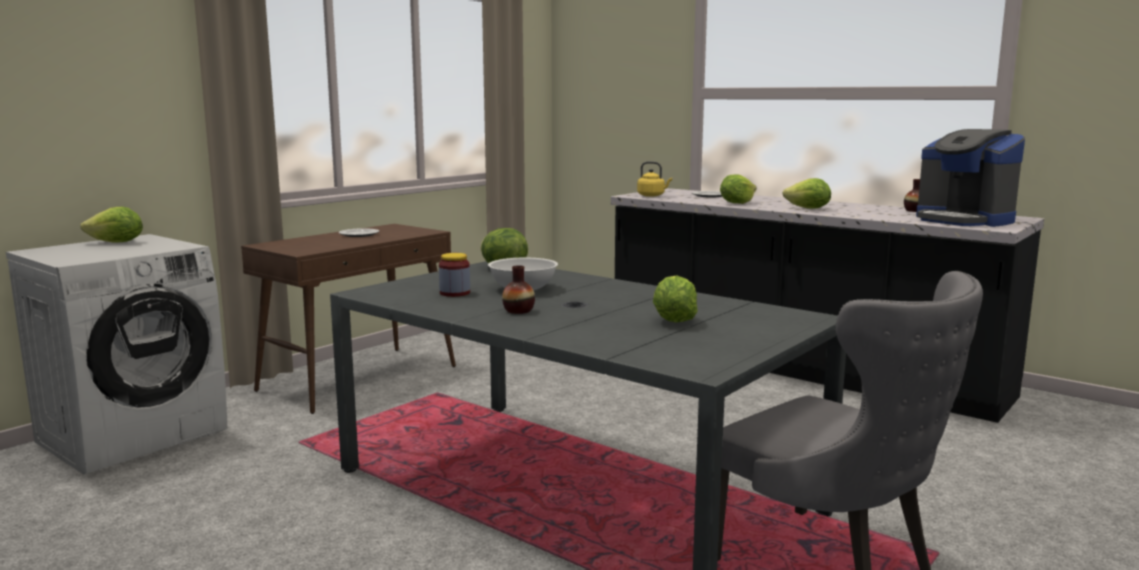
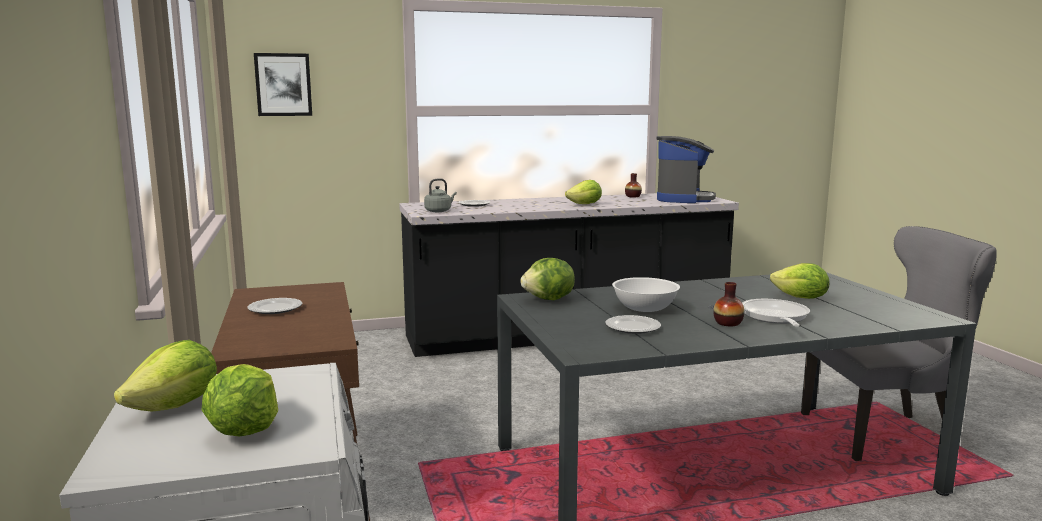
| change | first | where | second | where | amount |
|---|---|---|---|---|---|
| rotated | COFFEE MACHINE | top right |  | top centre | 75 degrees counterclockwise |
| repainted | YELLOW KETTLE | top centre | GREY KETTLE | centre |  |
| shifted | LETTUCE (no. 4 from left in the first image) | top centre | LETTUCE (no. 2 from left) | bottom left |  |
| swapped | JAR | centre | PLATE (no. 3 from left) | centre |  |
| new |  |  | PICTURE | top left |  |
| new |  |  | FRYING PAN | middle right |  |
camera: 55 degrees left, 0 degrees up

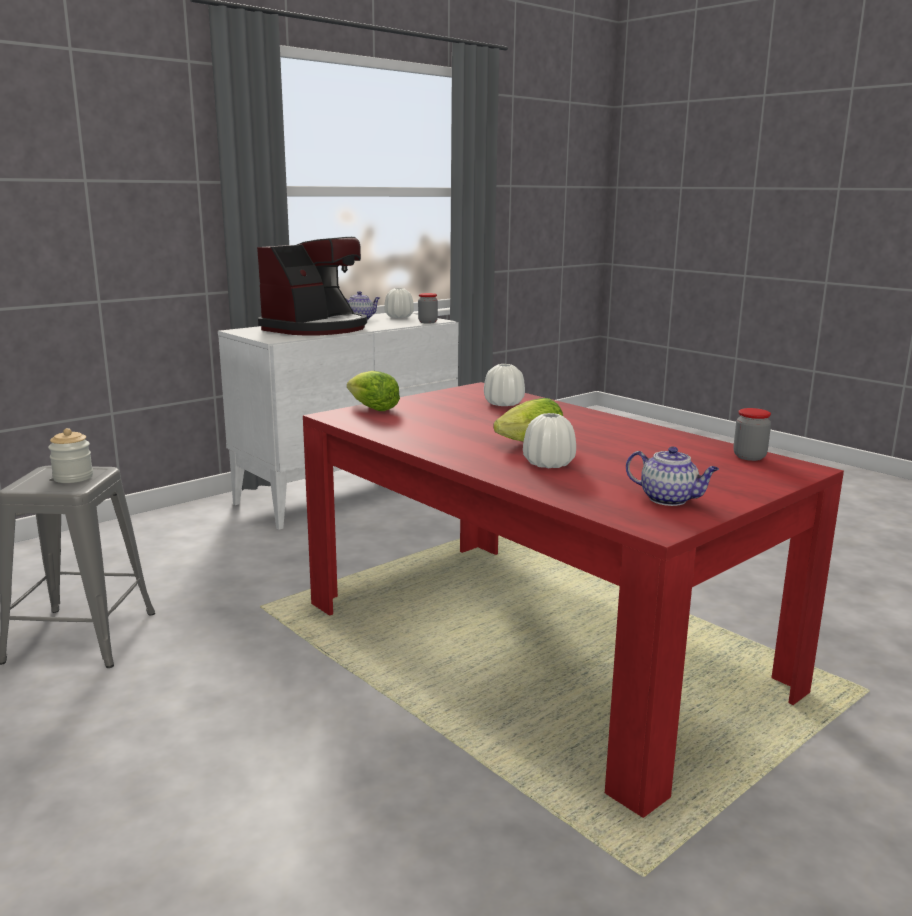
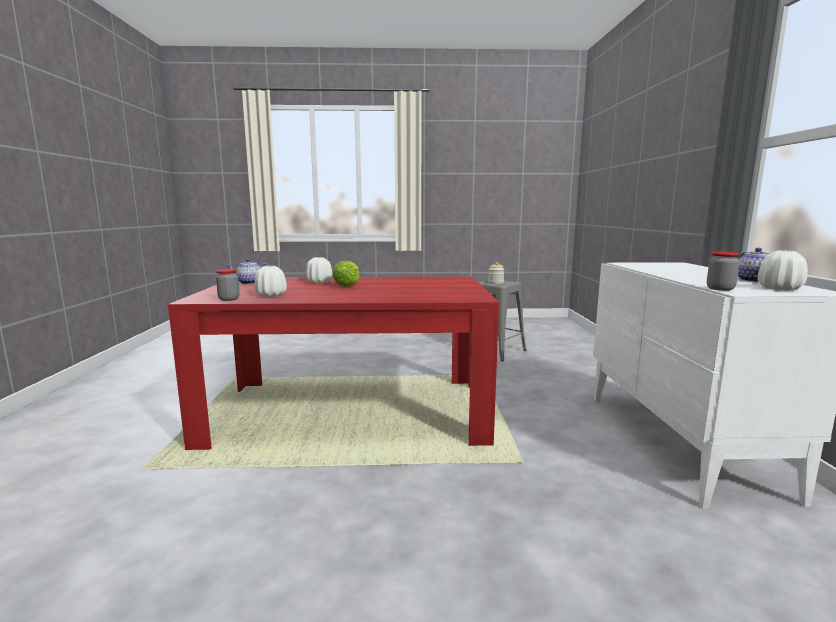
| change | first | where | second | where | amount |
|---|---|---|---|---|---|
| gone | COFFEE MACHINE | top centre |  |  |  |
| shifted | WHITE VASE (no. 2 from left in the first image) | centre | WHITE VASE (no. 1 from left) | middle left |  |
| gone | LETTUCE (no. 1 from left) | centre |  |  |  |
camera: 130 degrees right, 5 degrees down

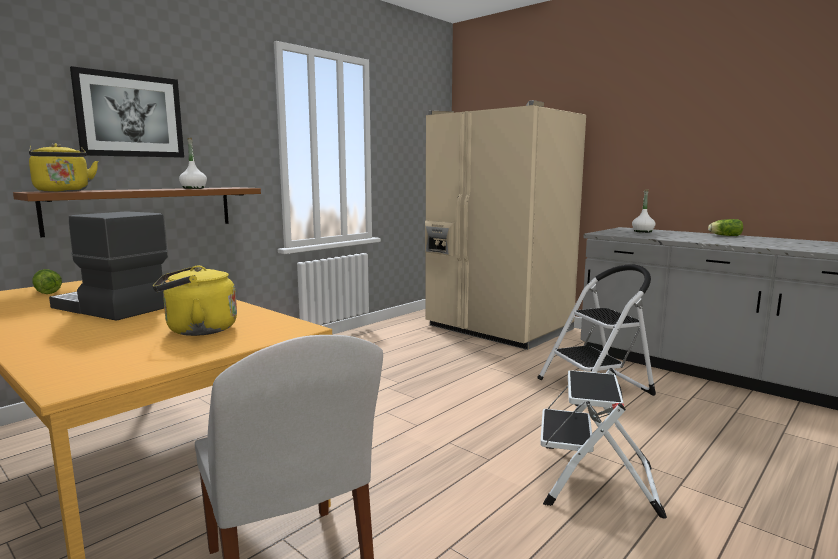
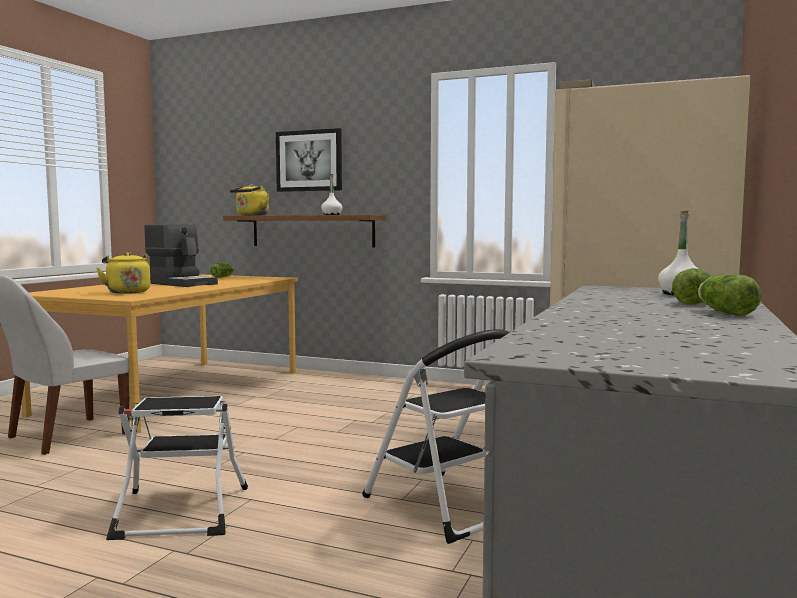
| change | first | where | second | where | amount |
|---|---|---|---|---|---|
| rotated | COFFEE MACHINE | middle left |  | middle left | 120 degrees clockwise |
| new |  |  | LETTUCE (no. 2 from left) | middle right |  |
camera: 70 degrees right, 5 degrees down

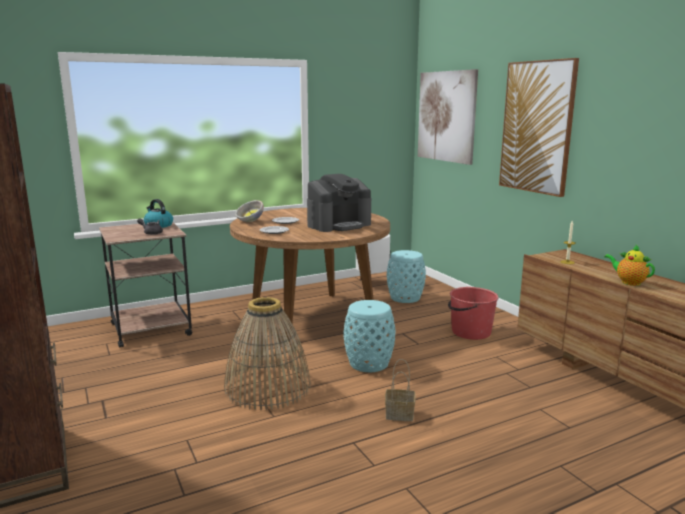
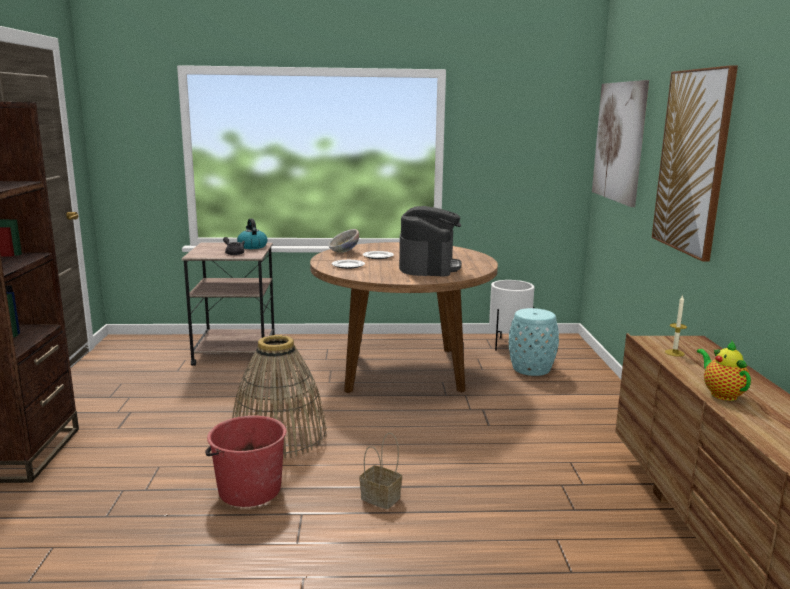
| change | first | where | second | where | amount |
|---|---|---|---|---|---|
| rotated | COFFEE MACHINE | centre |  | centre | 75 degrees counterclockwise |
| shifted | RED BUCKET | middle right |  | bottom left |  |
| gone | TURQUOISE STOOL (no. 1 from left) | centre |  |  |  |
camera: 25 degrees right, 0 degrees up

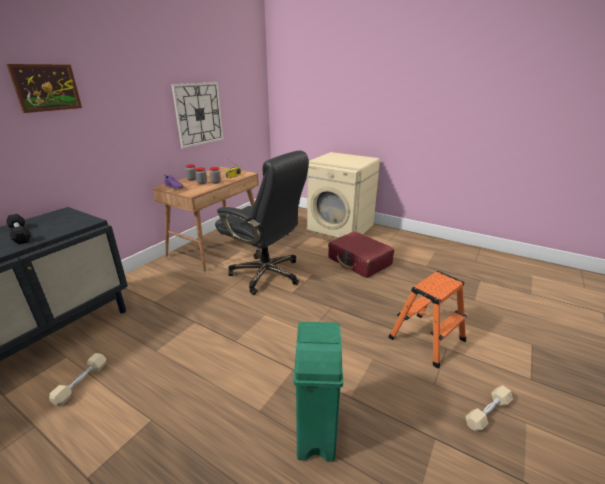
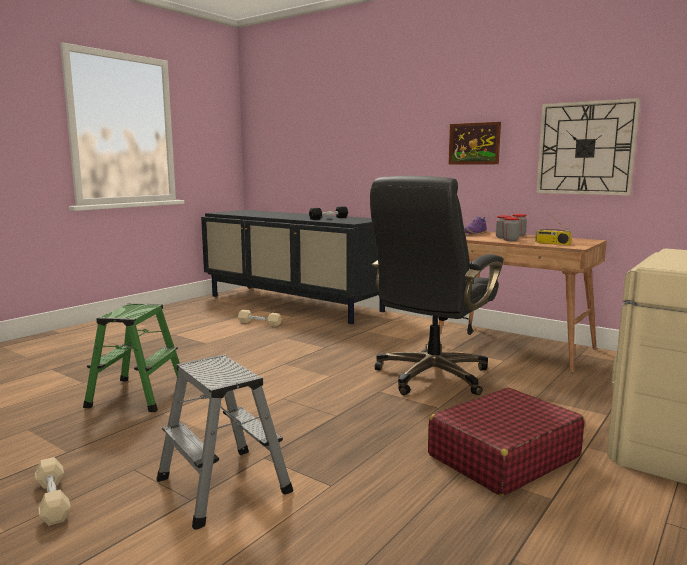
| change | first | where | second | where | amount |
|---|---|---|---|---|---|
| shifted | PICTURE | top left |  | top right |  |
| repainted | ORANGE STEP LADDER | middle right | GREY STEP LADDER | bottom left |  |
| swapped | GREEN TRASH CAN | bottom centre | GREEN STEP LADDER | middle left |  |
camera: 95 degrees right, 15 degrees down

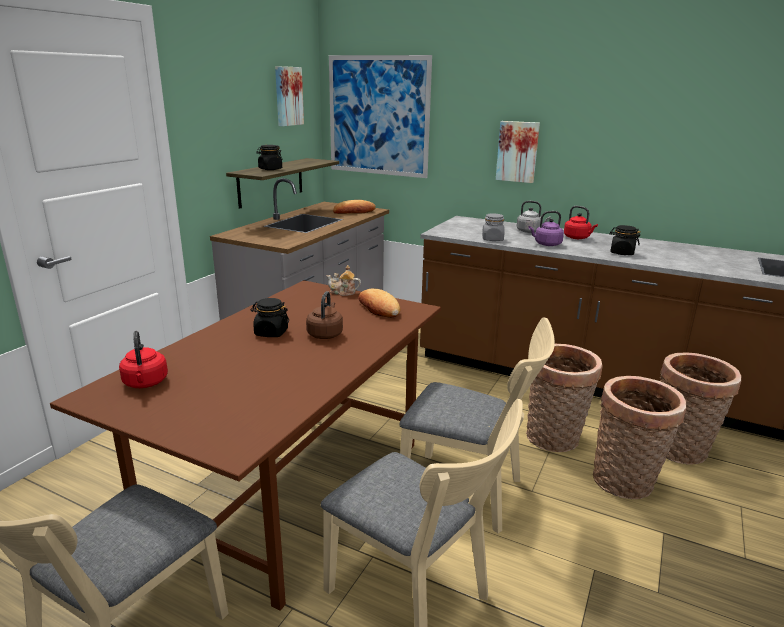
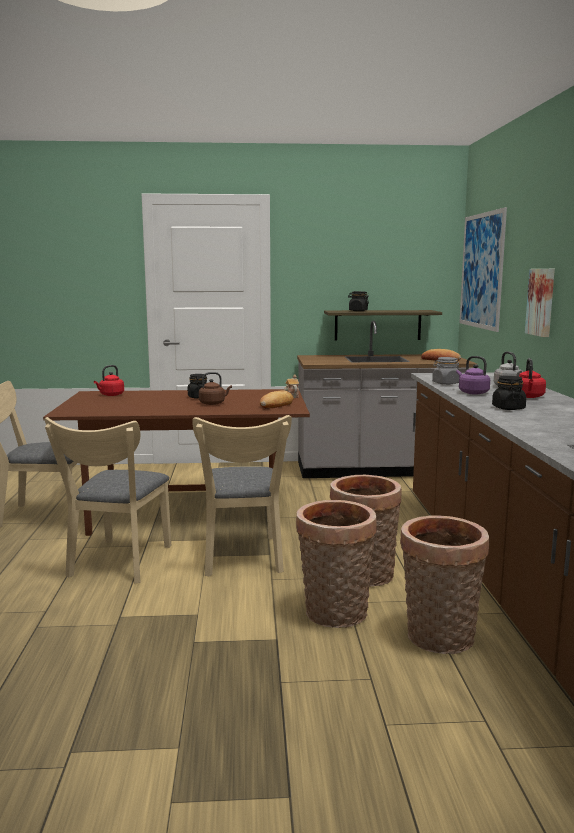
| change | first | where | second | where | amount |
|---|---|---|---|---|---|
| gone | PICTURE (no. 1 from left) | top centre |  |  |  |
camera: 60 degrees right, 10 degrees down

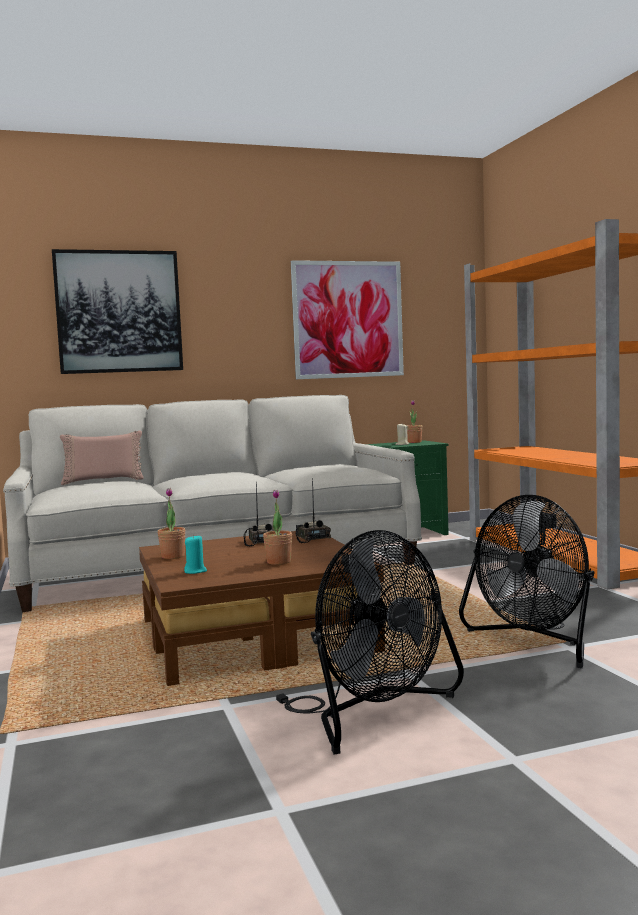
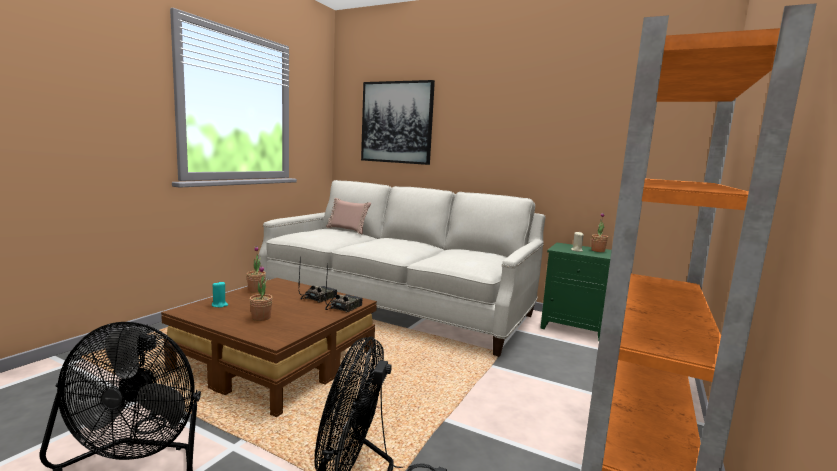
| change | first | where | second | where | amount |
|---|---|---|---|---|---|
| gone | PICTURE (no. 2 from left) | centre |  |  |  |
camera: 45 degrees right, 5 degrees up

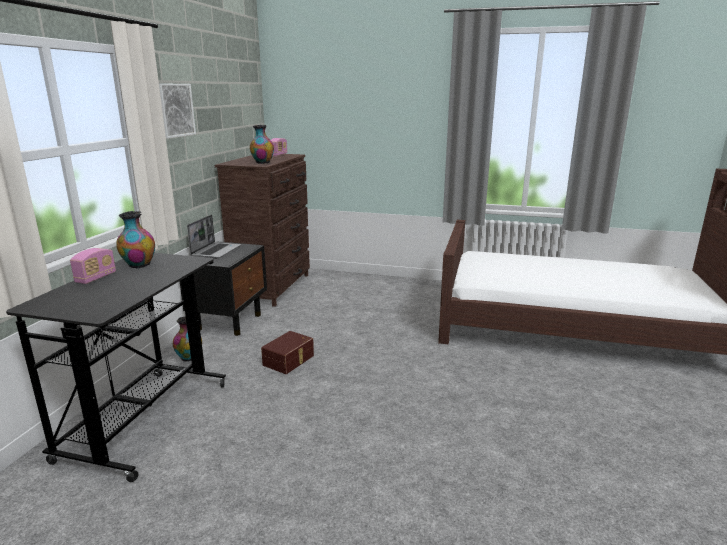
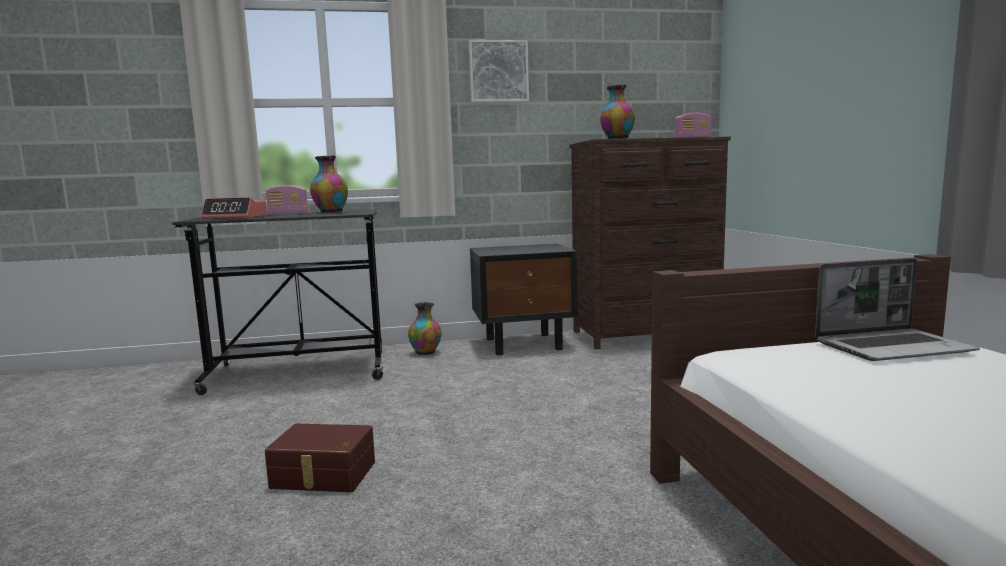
| change | first | where | second | where | amount |
|---|---|---|---|---|---|
| shifted | LAPTOP | middle left |  | middle right |  |
| shifted | BROWN STORAGE BOX | centre |  | bottom left |  |
| new |  |  | ALARM CLOCK | middle left |  |
camera: 65 degrees right, 10 degrees down

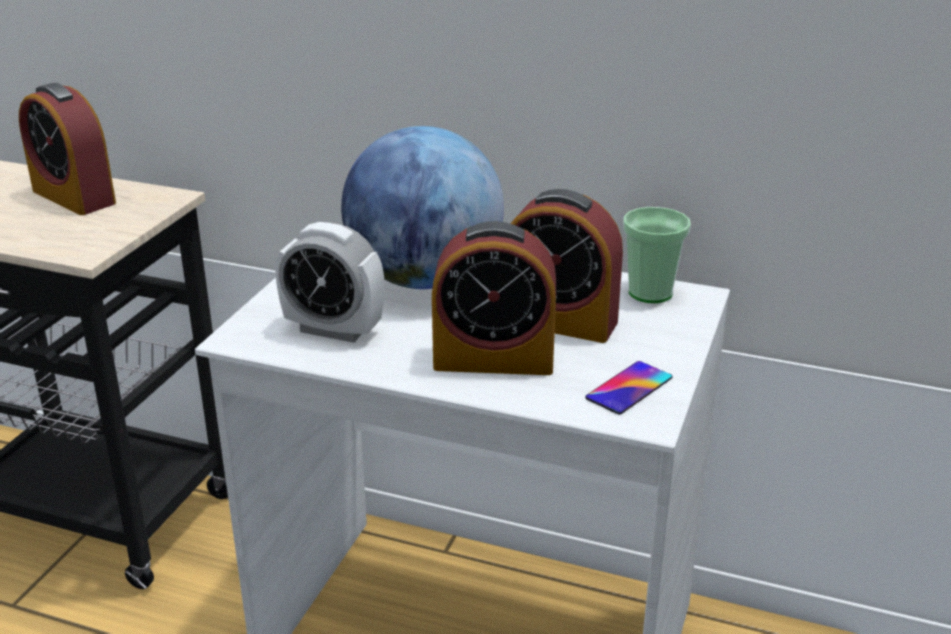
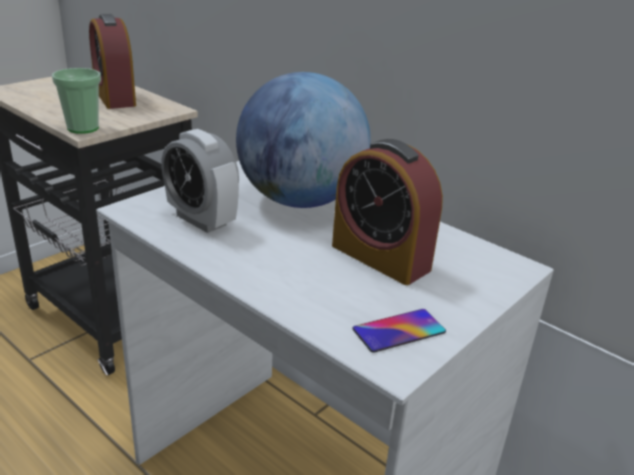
| change | first | where | second | where | amount |
|---|---|---|---|---|---|
| shifted | CUP | middle right |  | top left |  |
| gone | ALARM CLOCK (no. 3 from left) | centre |  |  |  |
camera: 20 degrees right, 0 degrees up

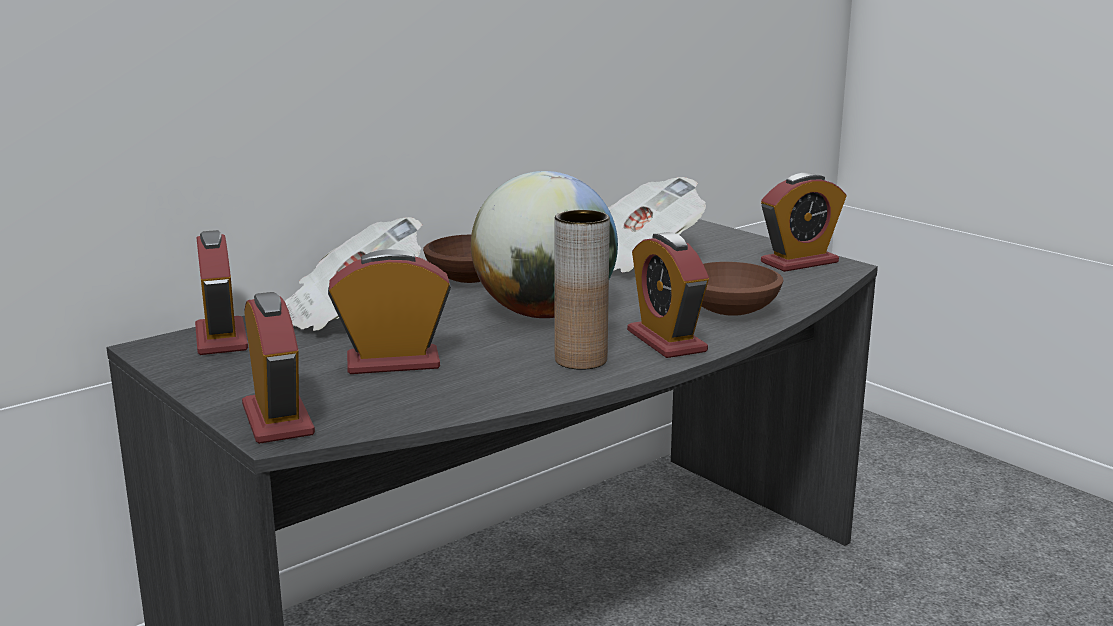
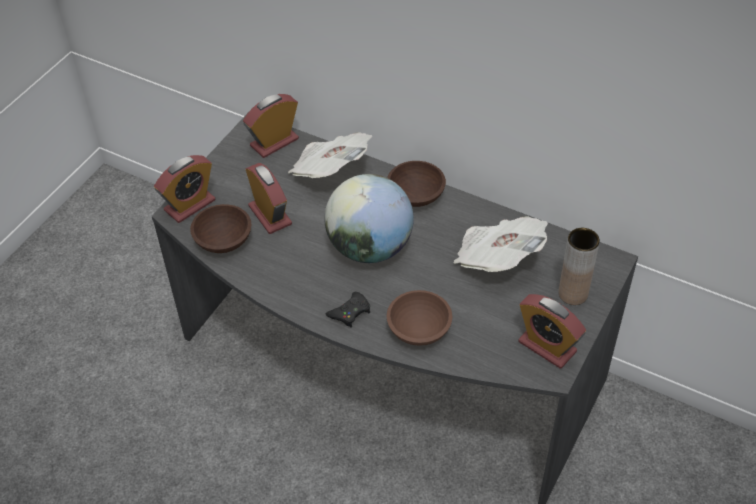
| change | first | where | second | where | amount |
|---|---|---|---|---|---|
| shifted | BROWN VASE | centre |  | middle right |  |
| swapped | ALARM CLOCK (no. 4 from left) | centre | BLACK GAME CONTROLLER | centre |  |
| new |  |  | BROWN BOWL (no. 1 from left) | middle left |  |
camera: 70 degrees right, 30 degrees up

